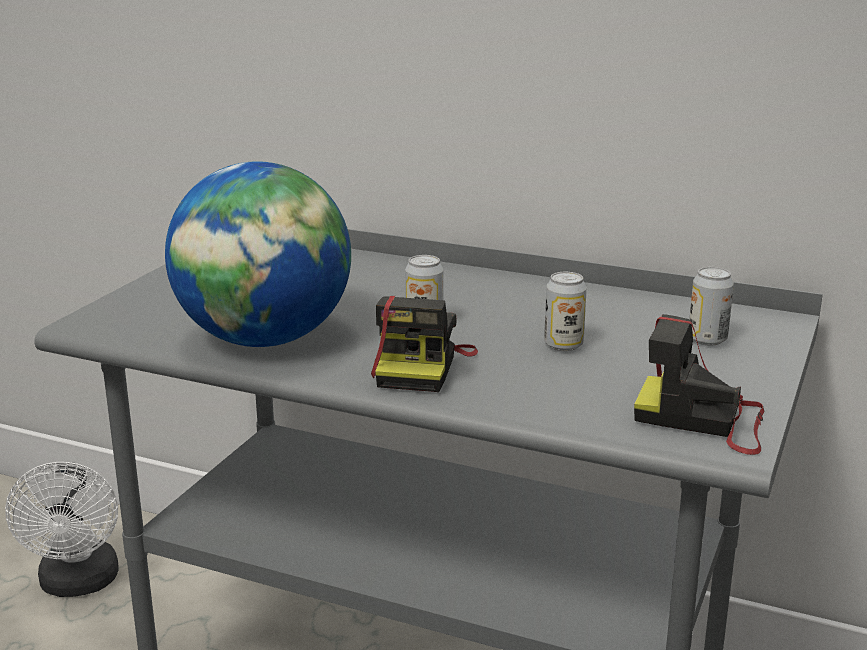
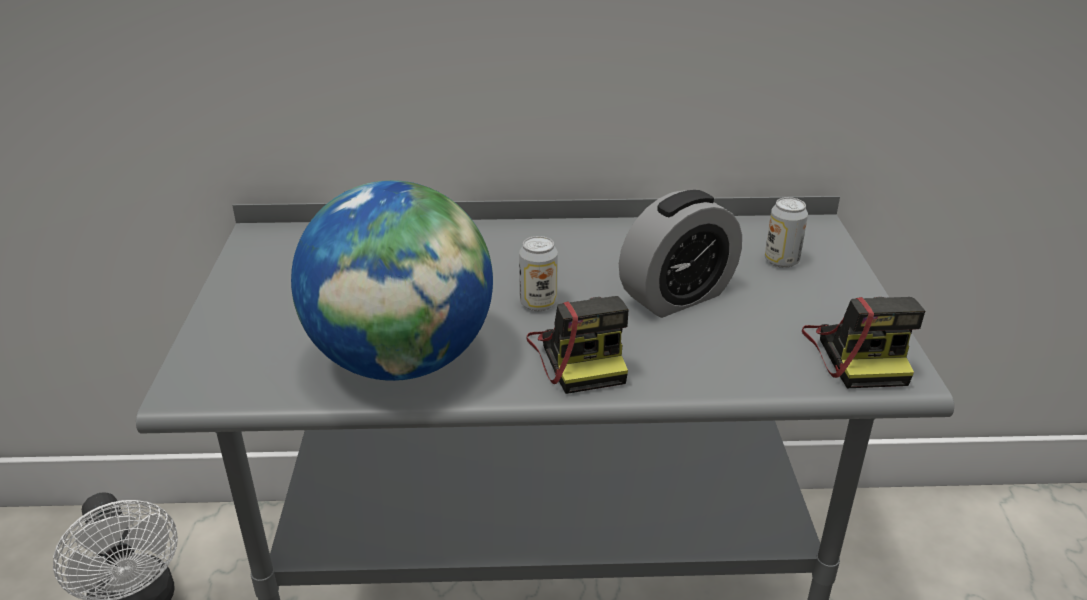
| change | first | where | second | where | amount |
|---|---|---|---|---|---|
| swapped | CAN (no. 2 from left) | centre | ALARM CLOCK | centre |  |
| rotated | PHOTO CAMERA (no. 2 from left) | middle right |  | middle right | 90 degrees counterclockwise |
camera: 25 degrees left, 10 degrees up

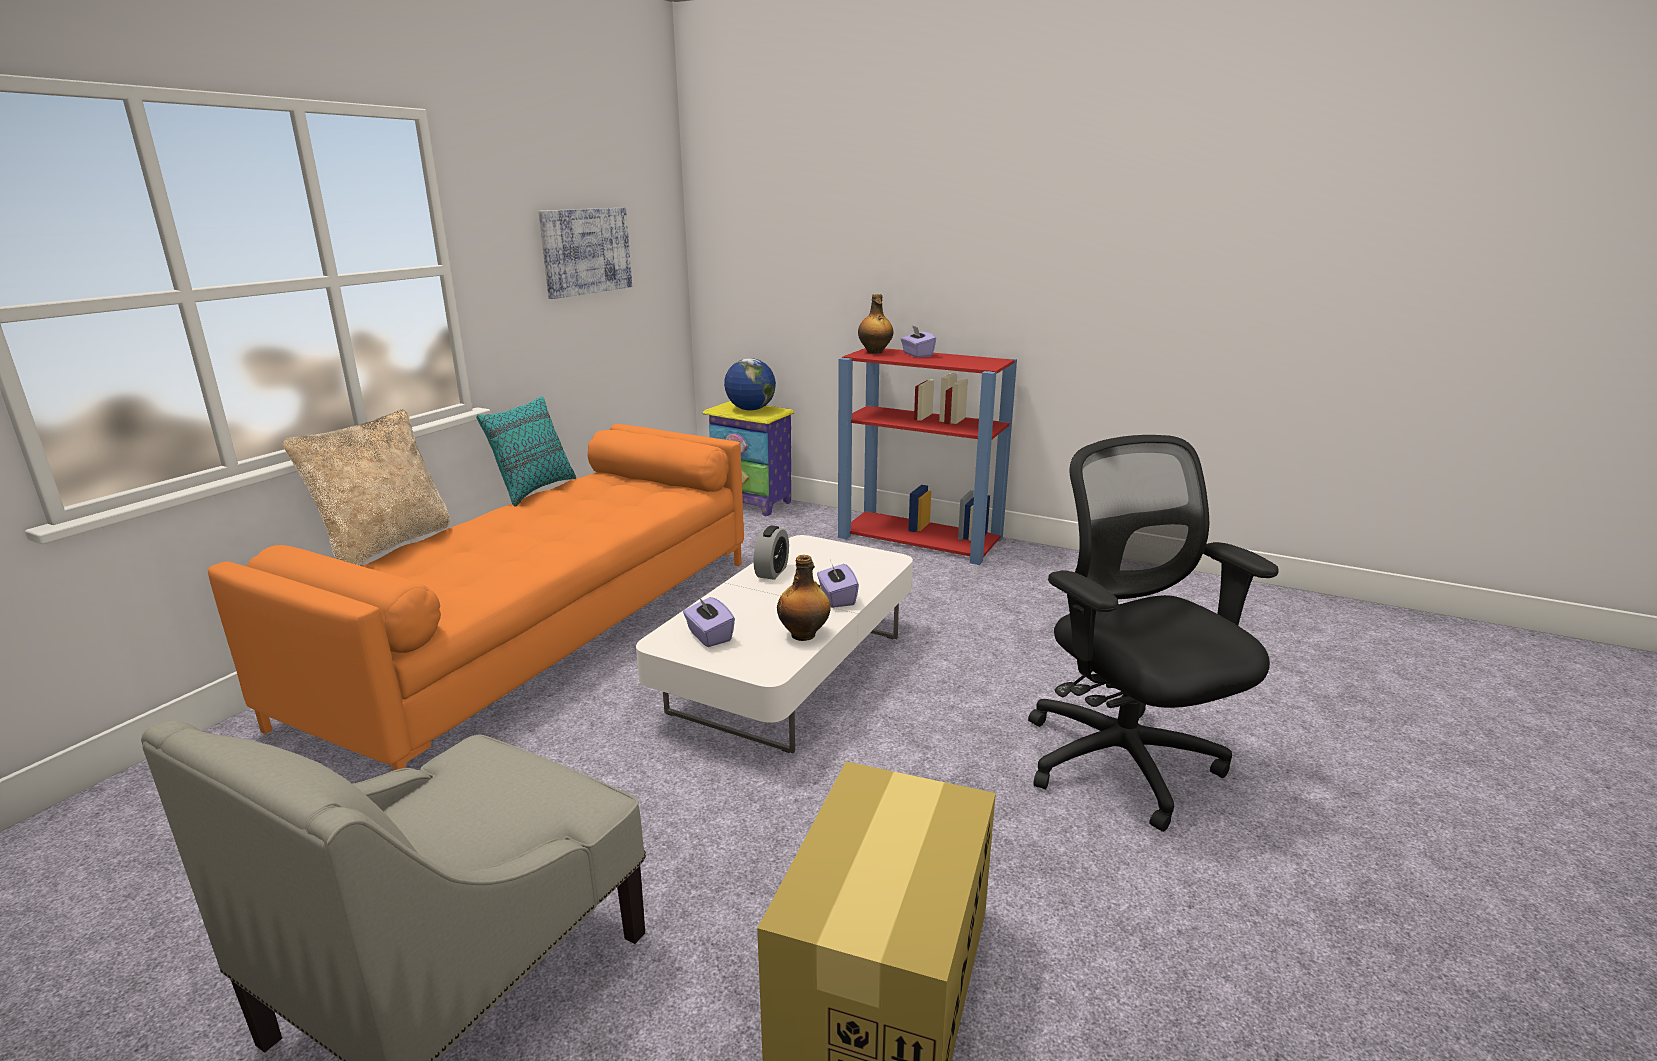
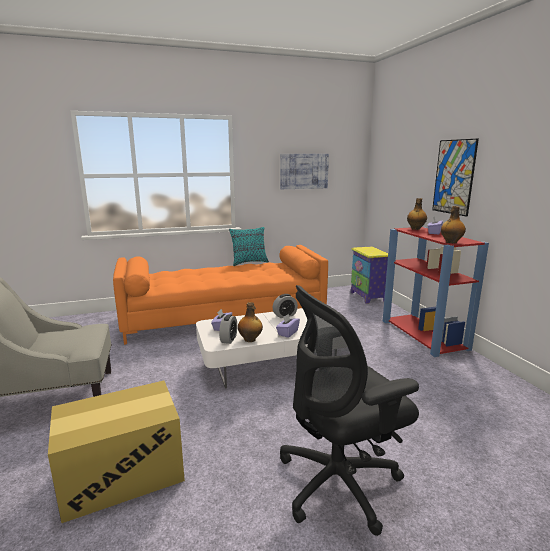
| change | first | where | second | where | amount |
|---|---|---|---|---|---|
| gone | GLOBE | centre |  |  |  |
| gone | BEIGE PILLOW | middle left |  |  |  |
| rotated | BLACK OFFICE CHAIR | middle right |  | bottom centre | 135 degrees counterclockwise |
| new |  |  | PICTURE (no. 2 from left) | top right |  |
| new |  |  | BOTTLE (no. 3 from left) | middle right |  |
| new |  |  | ALARM CLOCK (no. 1 from left) | centre |  |
camera: 45 degrees right, 5 degrees down

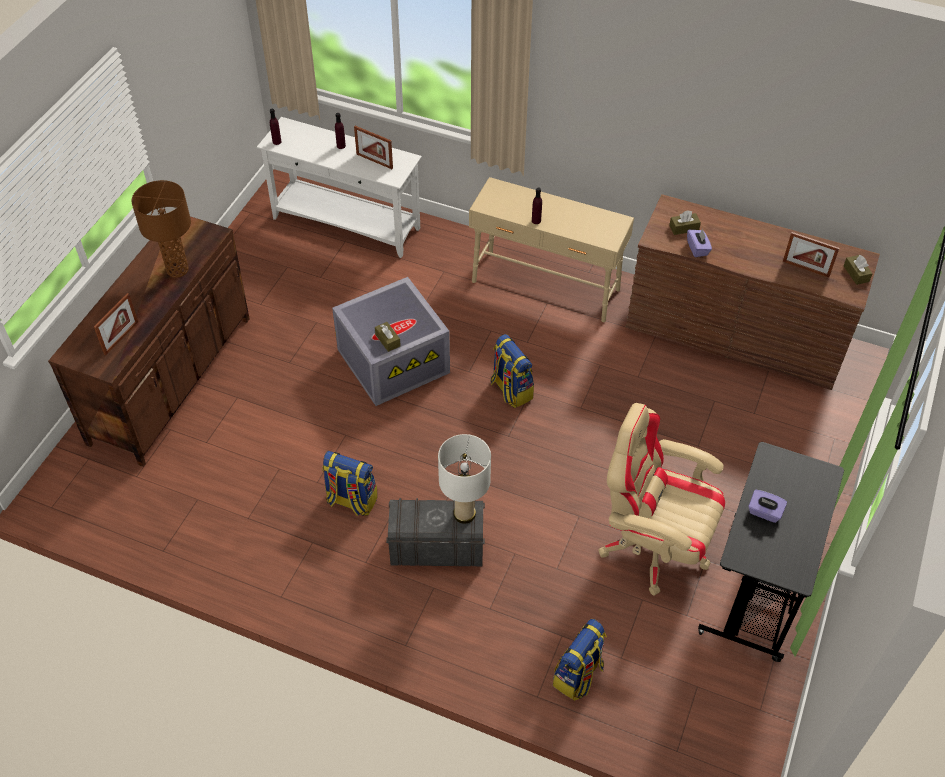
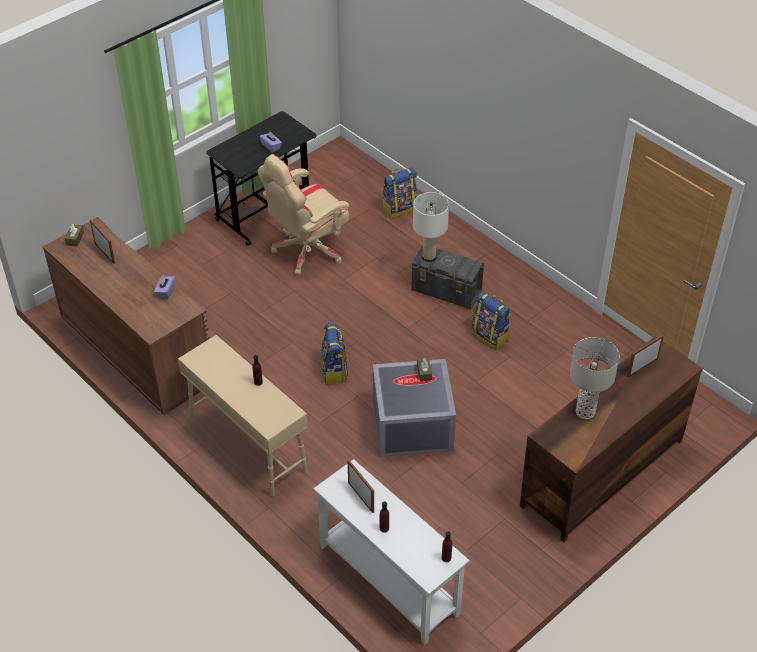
| change | first | where | second | where | amount |
|---|---|---|---|---|---|
| repainted | BROWN TABLE LAMP | top left | WHITE TABLE LAMP (no. 2 from left) | middle right |  |
| gone | BROWN TISSUE BOX (no. 2 from left) | top right |  |  |  |
| rotated | BEIGE OFFICE CHAIR | middle right |  | top centre | 90 degrees clockwise |
camera: 155 degrees left, 5 degrees down

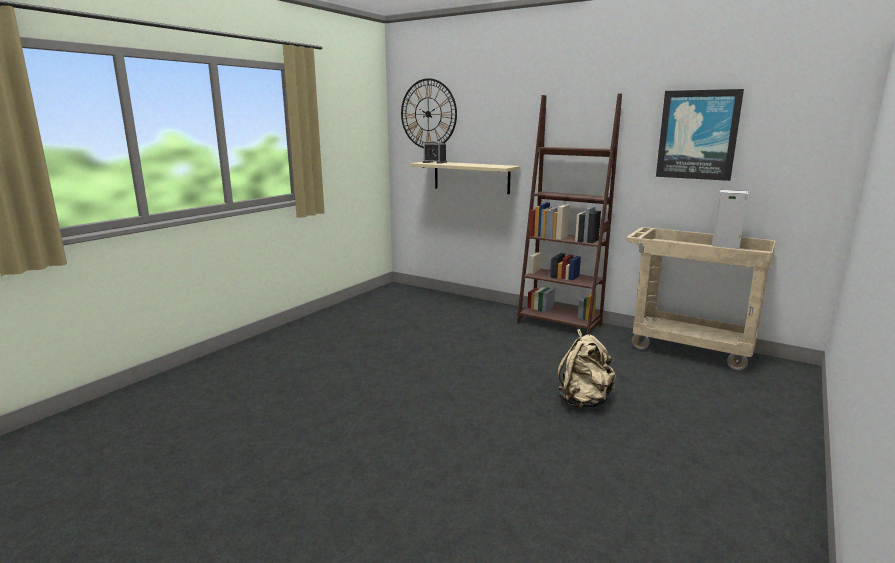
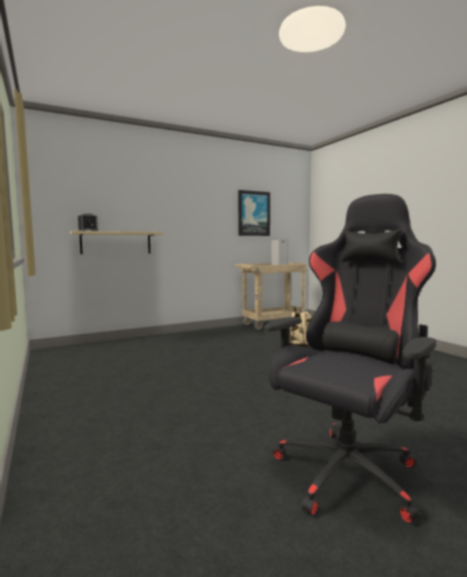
| change | first | where | second | where | amount |
|---|---|---|---|---|---|
| gone | WALL CLOCK | top centre |  |  |  |
| gone | BROWN BOOKCASE | centre |  |  |  |
| new |  |  | BLACK OFFICE CHAIR | middle right |  |
camera: 60 degrees left, 10 degrees down

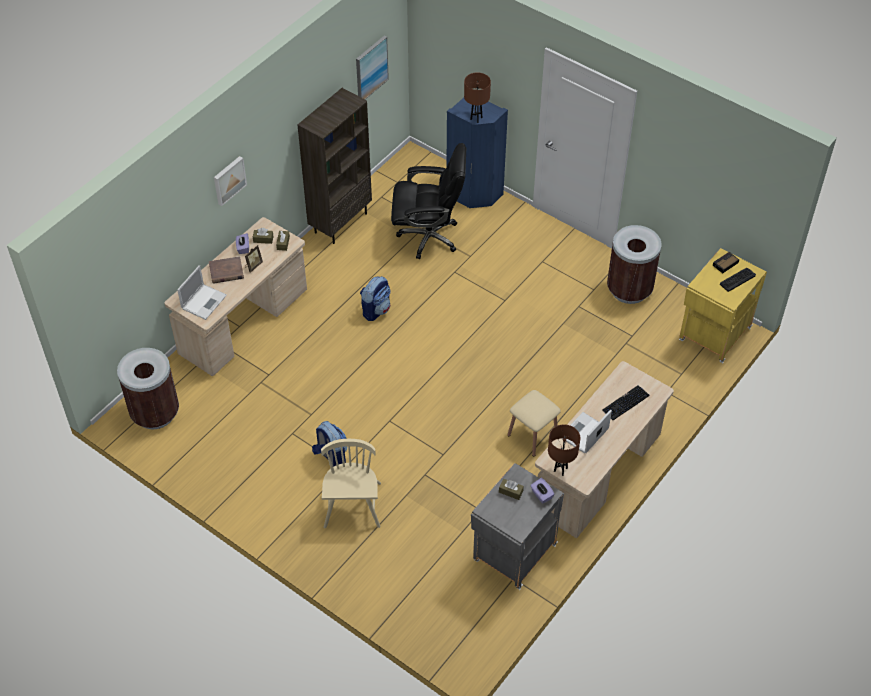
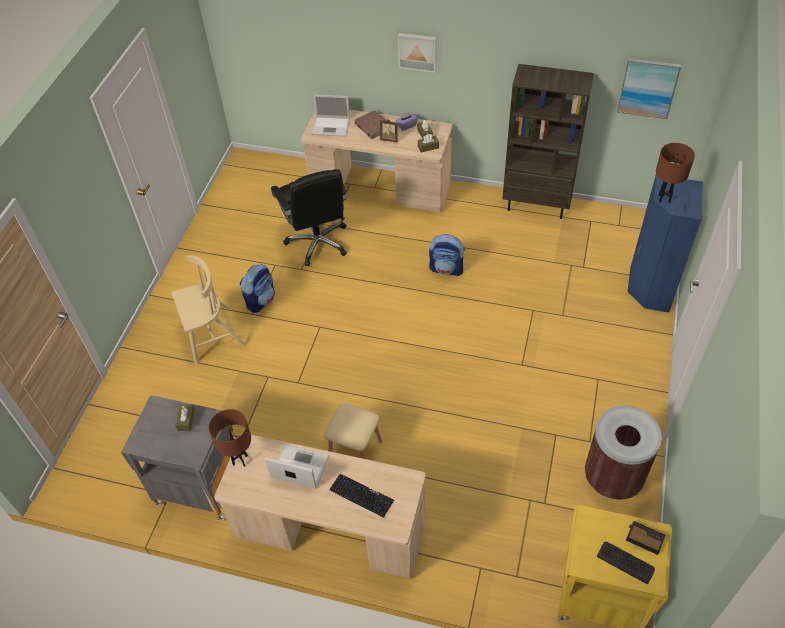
| change | first | where | second | where | amount |
|---|---|---|---|---|---|
| shifted | BLACK OFFICE CHAIR | top centre |  | centre |  |
| gone | BROWN TRASH CAN (no. 1 from left) | middle left |  |  |  |
| gone | PURPLE TISSUE BOX (no. 2 from left) | bottom centre |  |  |  |
camera: 70 degrees right, 0 degrees up

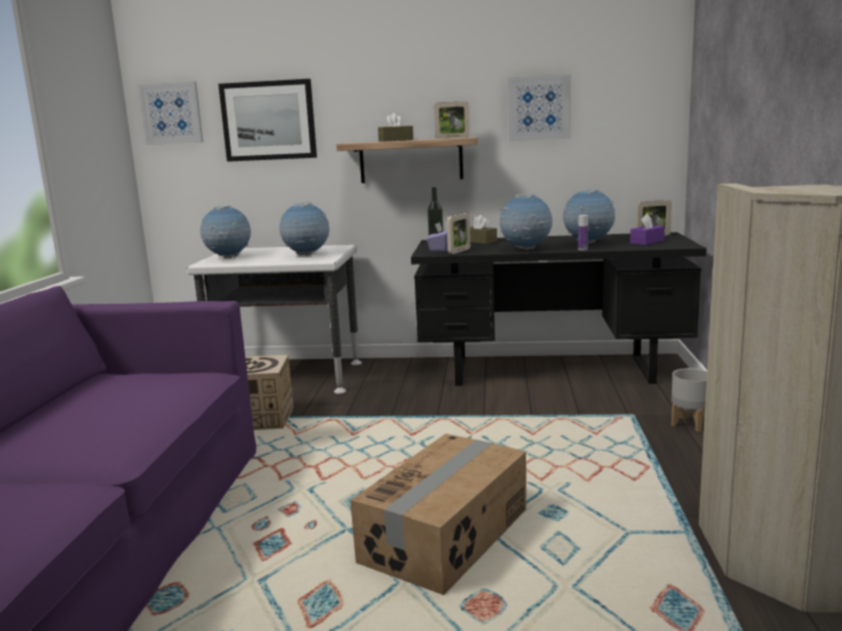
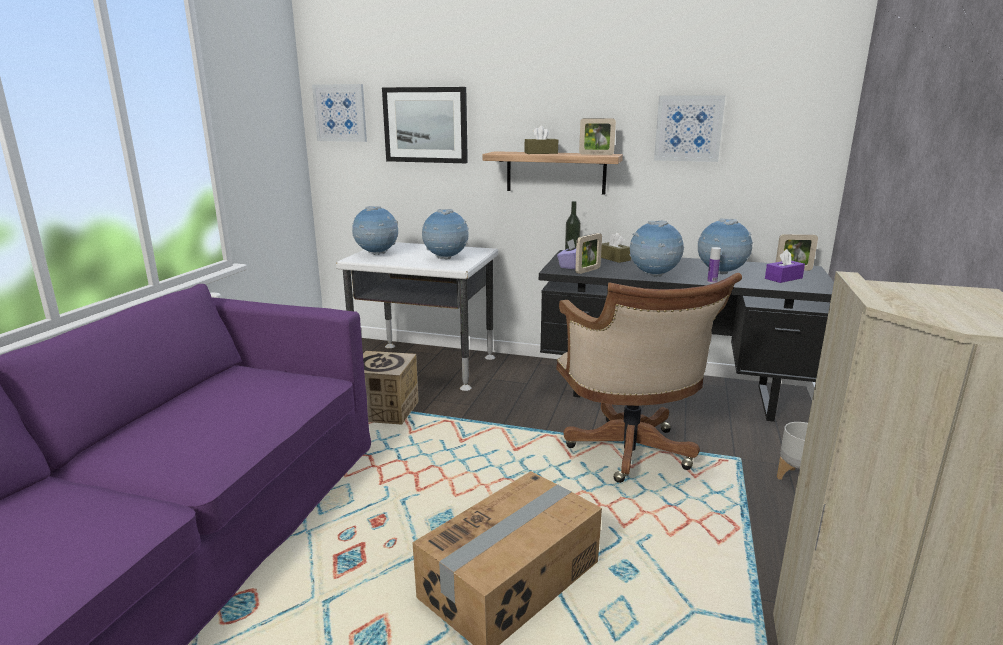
| change | first | where | second | where | amount |
|---|---|---|---|---|---|
| new |  |  | OFFICE CHAIR | centre |  |
camera: 10 degrees right, 5 degrees up

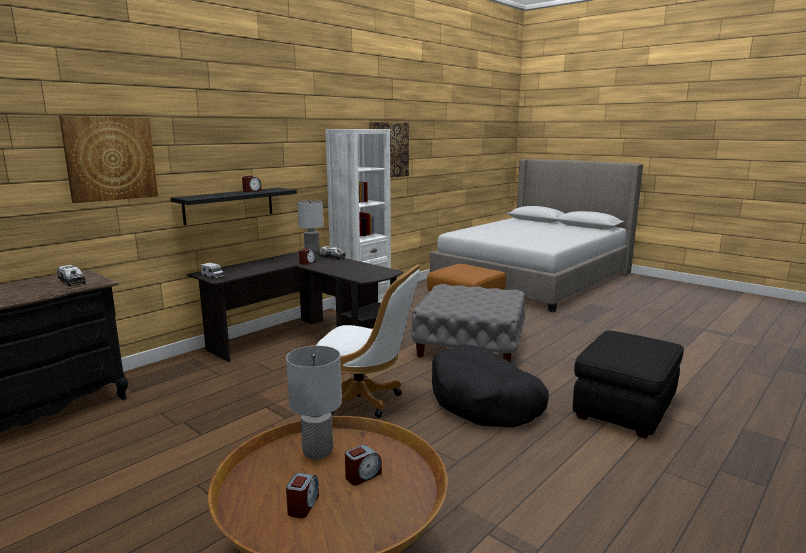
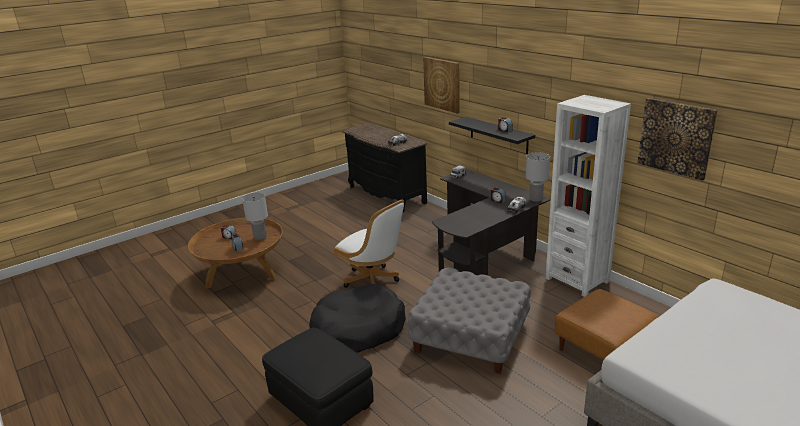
| change | first | where | second | where | amount |
|---|---|---|---|---|---|
| rotated | WHITE OFFICE CHAIR | centre |  | centre | 75 degrees counterclockwise |
camera: 100 degrees right, 10 degrees up

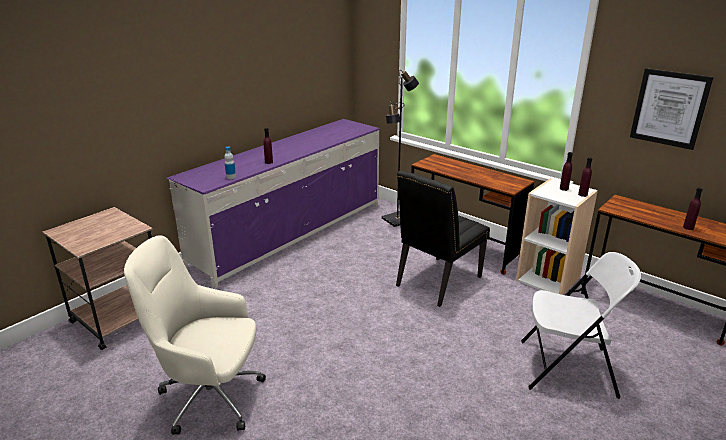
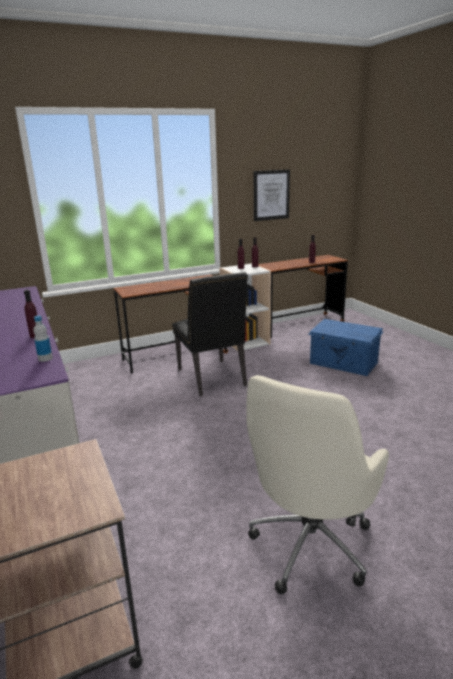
| change | first | where | second | where | amount |
|---|---|---|---|---|---|
| gone | BLACK FLOOR LAMP | centre |  |  |  |
| swapped | WHITE CHAIR | bottom right | BLUE STORAGE BOX | middle right |  |
camera: 65 degrees left, 5 degrees down

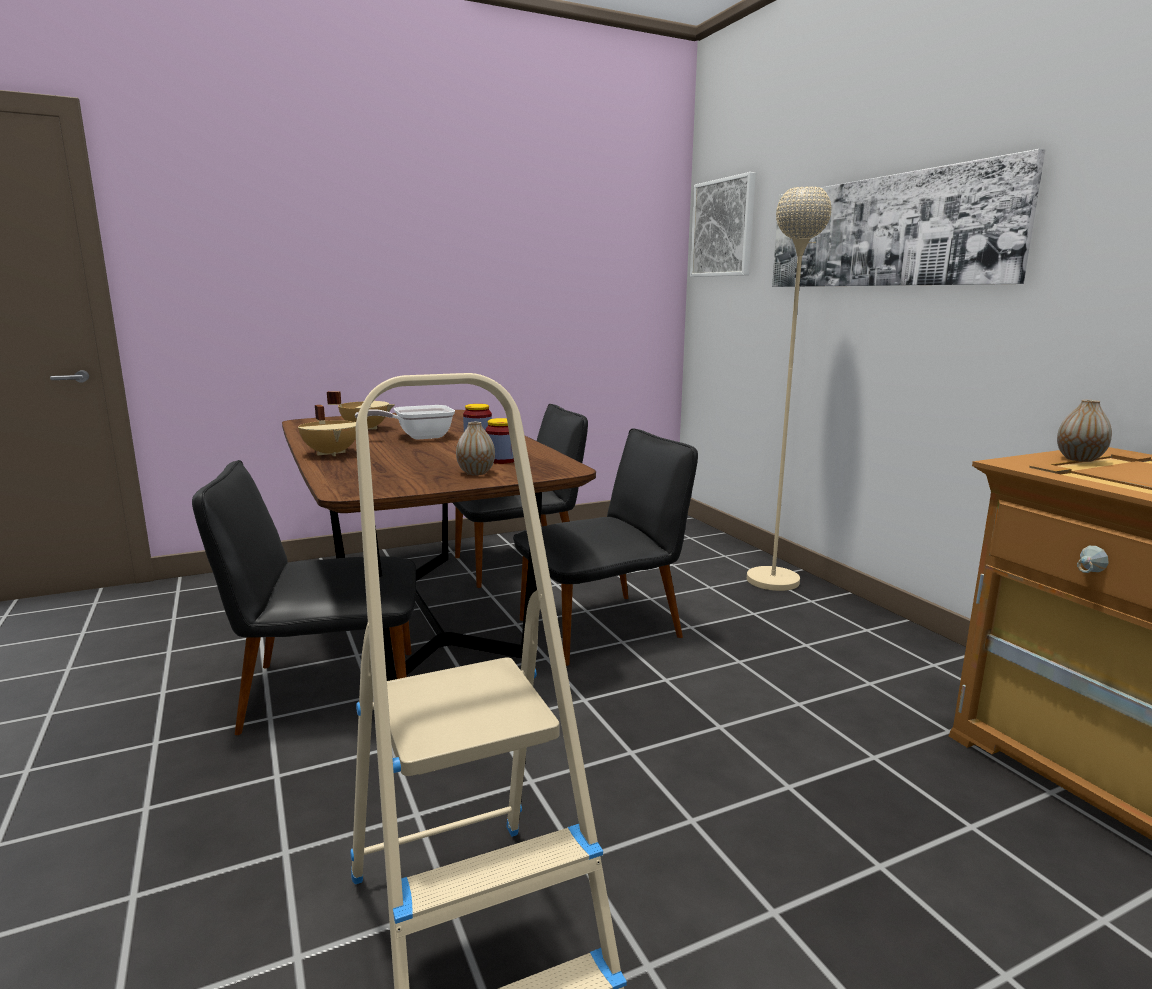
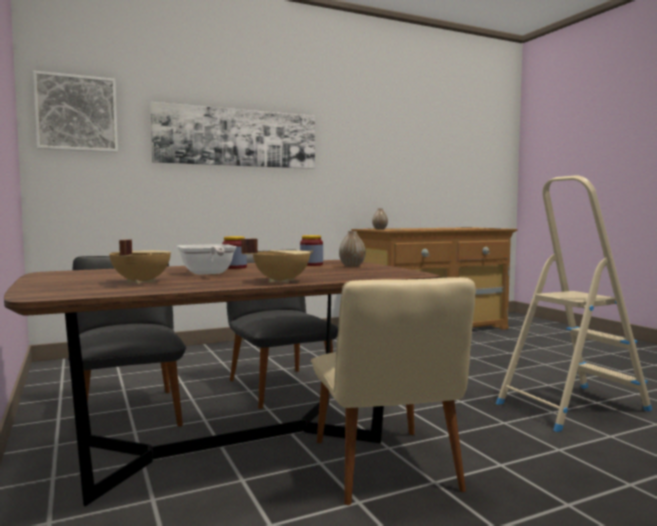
| change | first | where | second | where | amount |
|---|---|---|---|---|---|
| gone | BEIGE FLOOR LAMP | middle right |  |  |  |
| repainted | BLACK CHAIR (no. 1 from left) | middle left | BEIGE CHAIR | bottom centre |  |
camera: 90 degrees left, 10 degrees down

